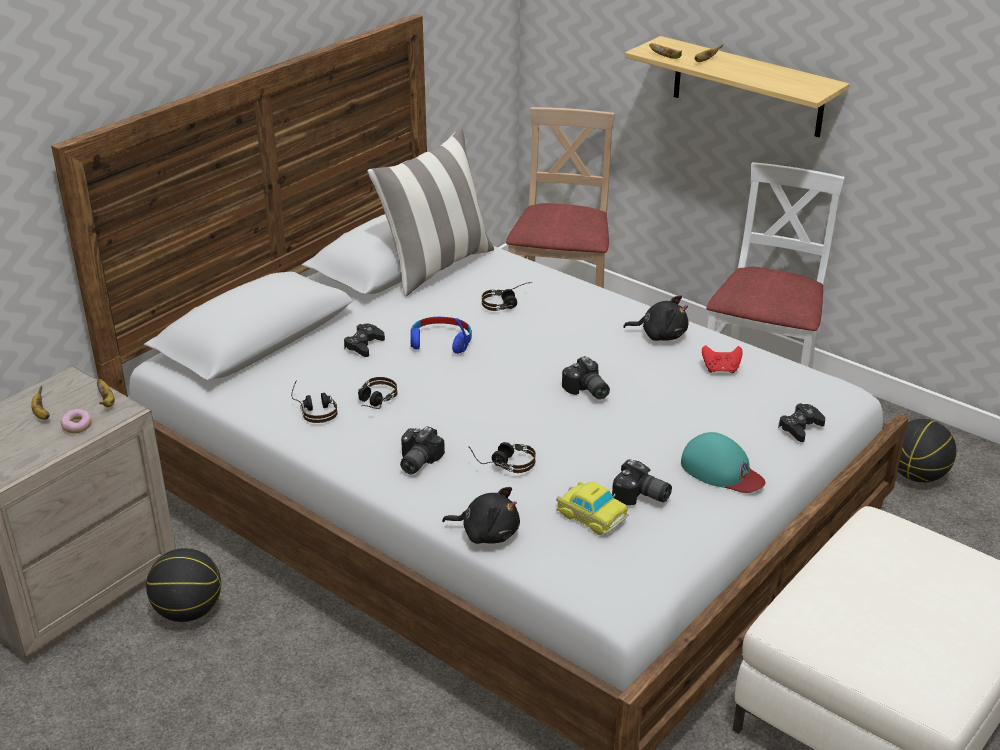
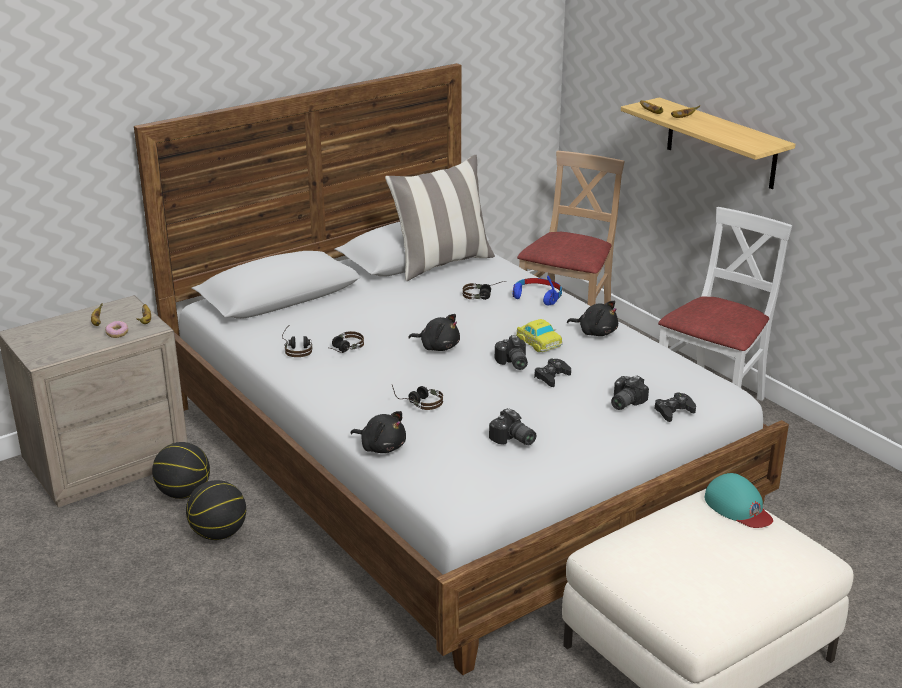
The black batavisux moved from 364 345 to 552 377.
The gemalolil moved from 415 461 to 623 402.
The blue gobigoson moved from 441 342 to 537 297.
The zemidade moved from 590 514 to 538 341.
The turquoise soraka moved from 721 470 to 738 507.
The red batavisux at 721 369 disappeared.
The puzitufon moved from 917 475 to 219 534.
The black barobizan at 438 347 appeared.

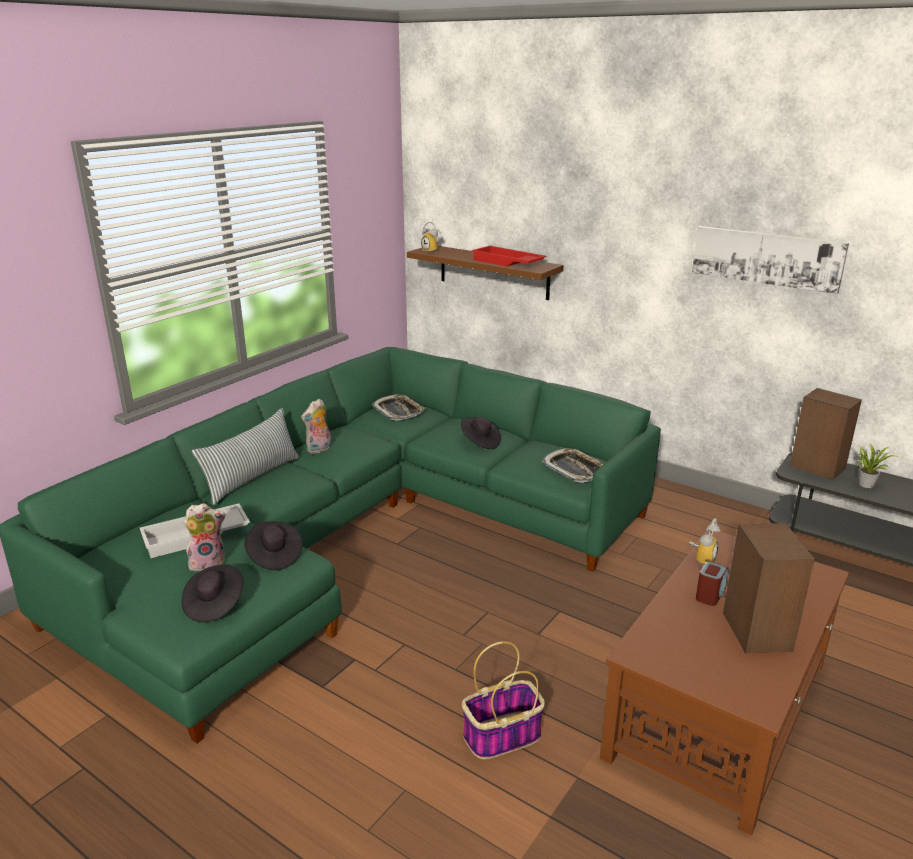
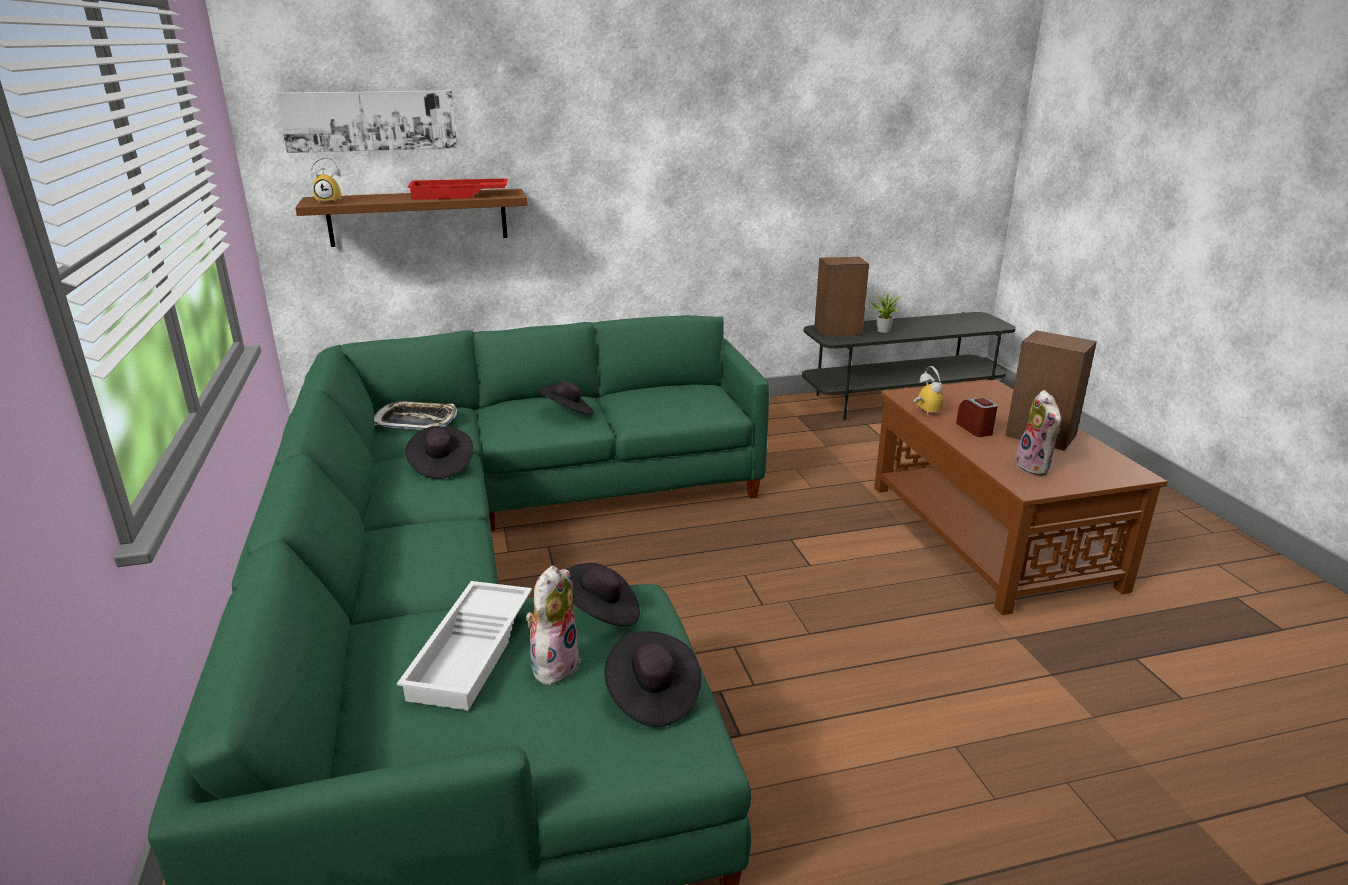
The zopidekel at 252 478 disappeared.
The barobizan moved from 319 449 to 1035 467.
The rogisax at 501 737 disappeared.
The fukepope at 575 469 disappeared.
The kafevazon moved from 766 258 to 370 121.
The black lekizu at 440 465 appeared.

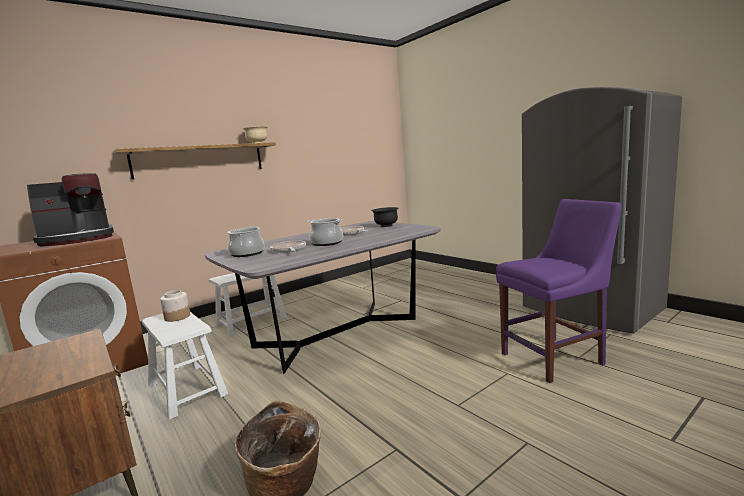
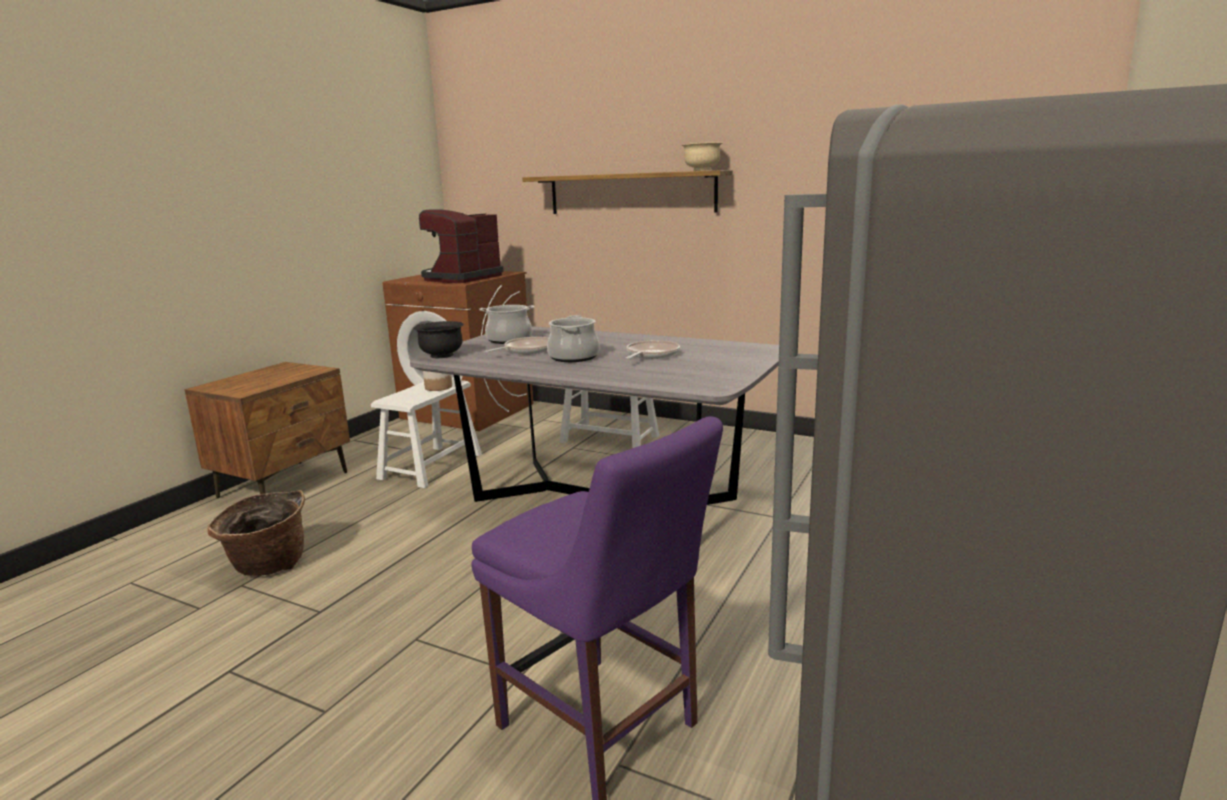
The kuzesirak at 78 239 turned 90 degrees clockwise.
The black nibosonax moved from 386 226 to 441 355.

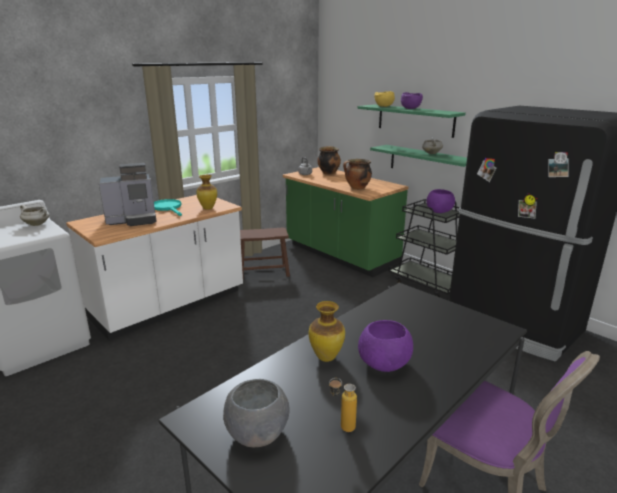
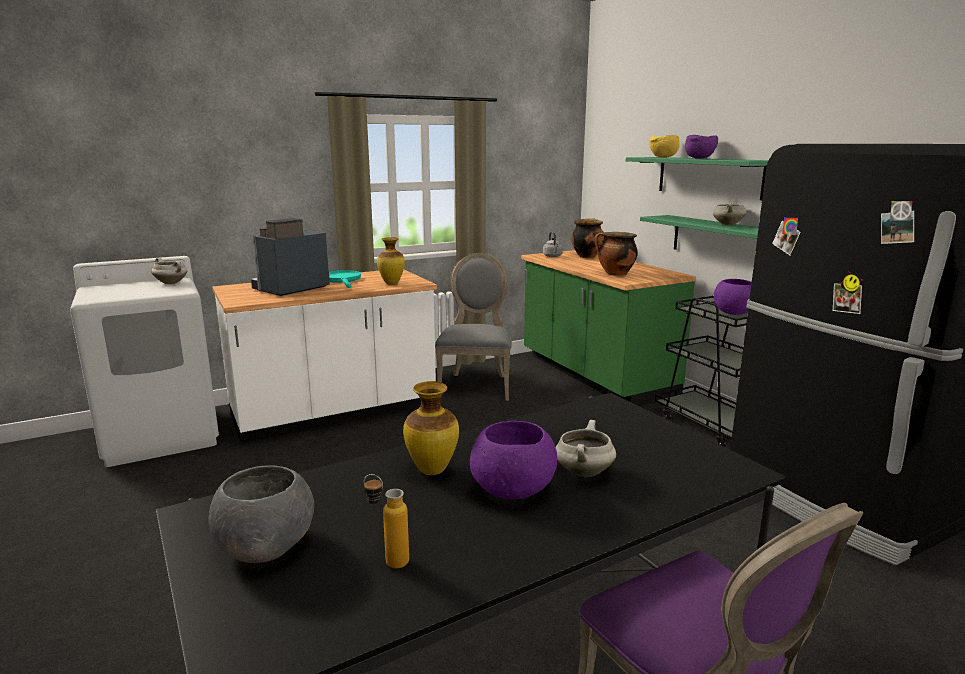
The kuzesirak at 133 220 turned 135 degrees clockwise.
The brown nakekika at 263 271 was replaced by the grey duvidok at 476 385.
The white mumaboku at 583 472 appeared.

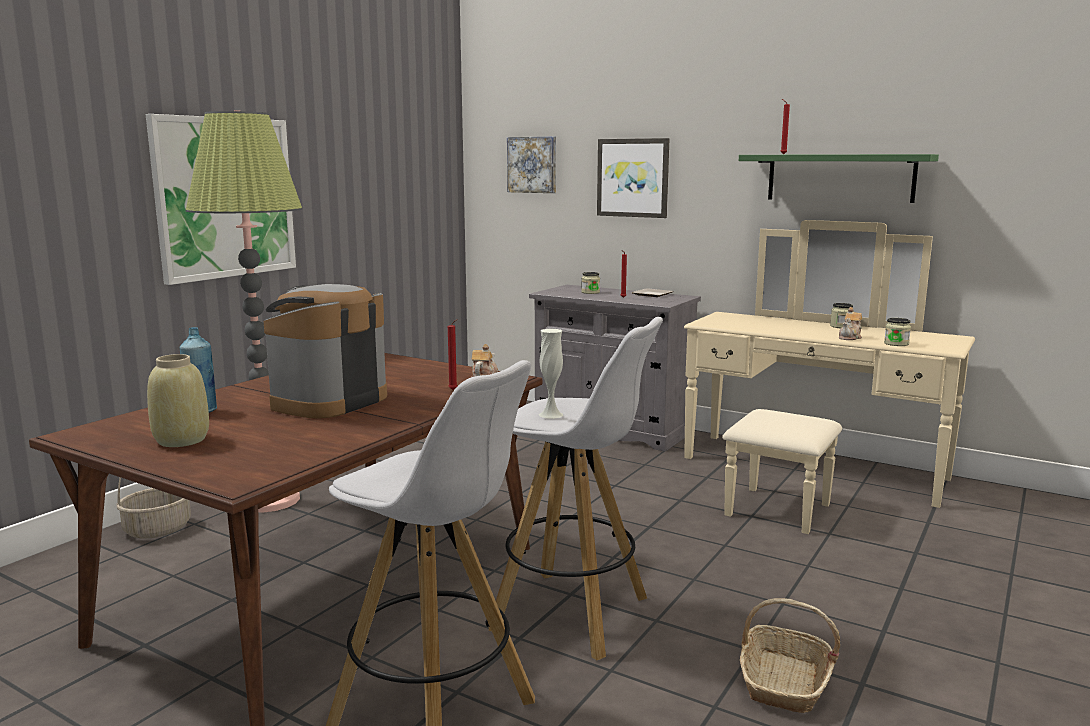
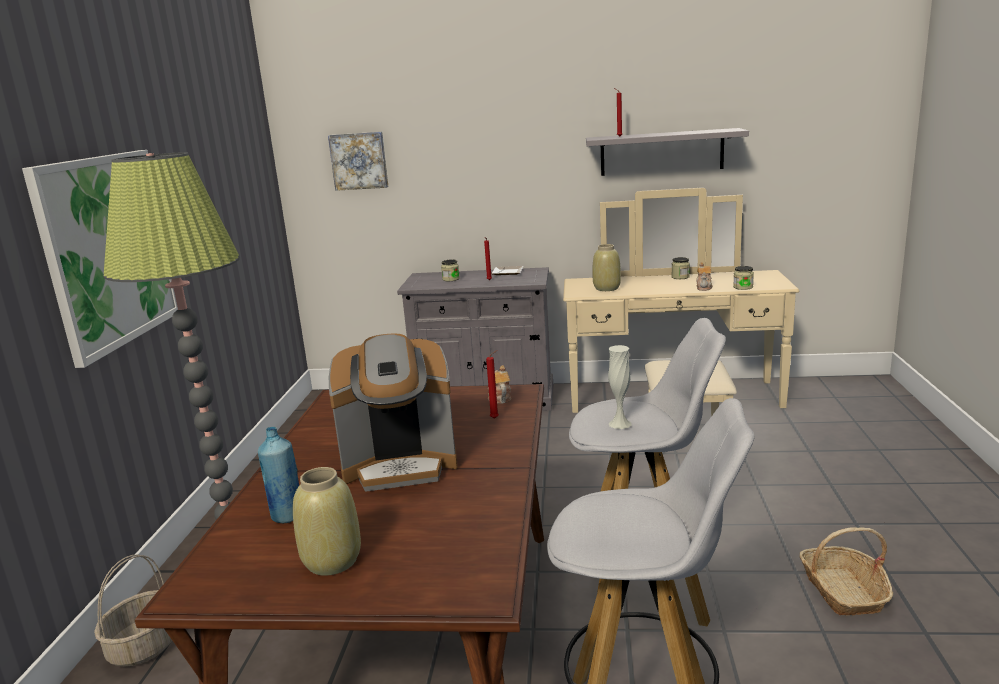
The kuzesirak at 328 401 turned 105 degrees counterclockwise.
The kafevazon at 633 178 disappeared.
The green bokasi at 840 178 became the grey bokasi at 661 152.
The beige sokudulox at 607 288 appeared.

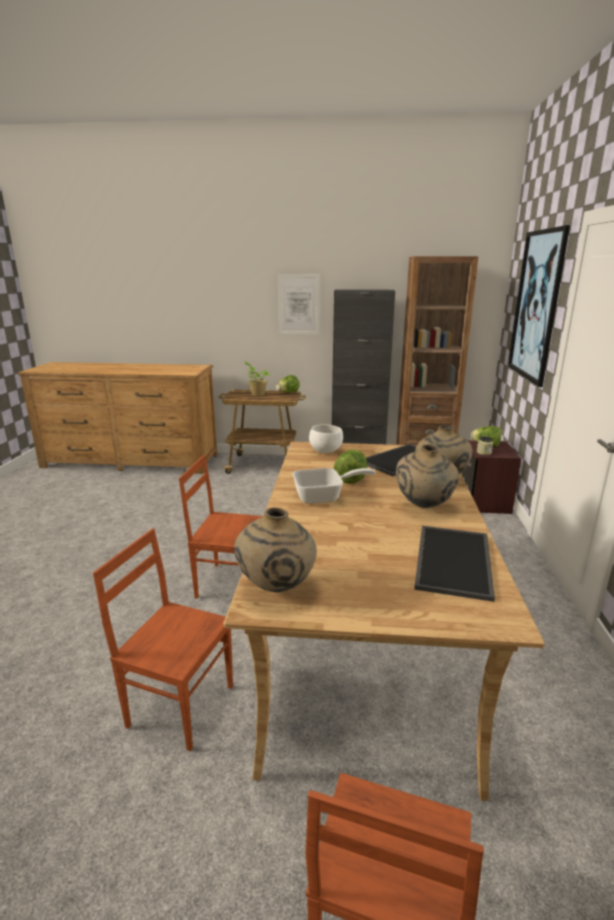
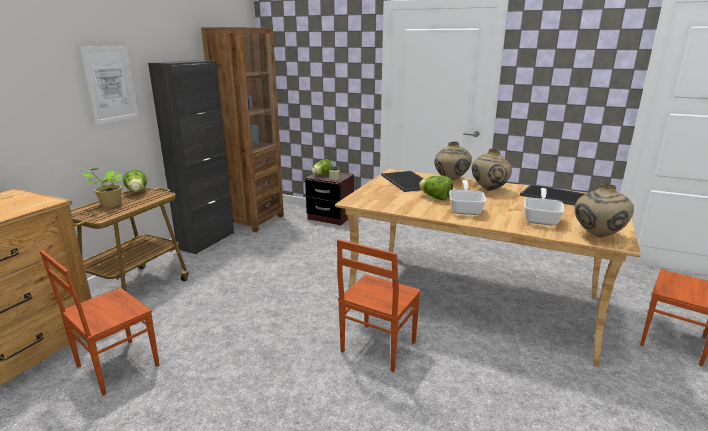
The brown duvidok moved from 180 704 to 116 366.
The white nibosonax at 326 451 disappeared.
The kafevazon at 536 306 disappeared.
The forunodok at 541 218 appeared.

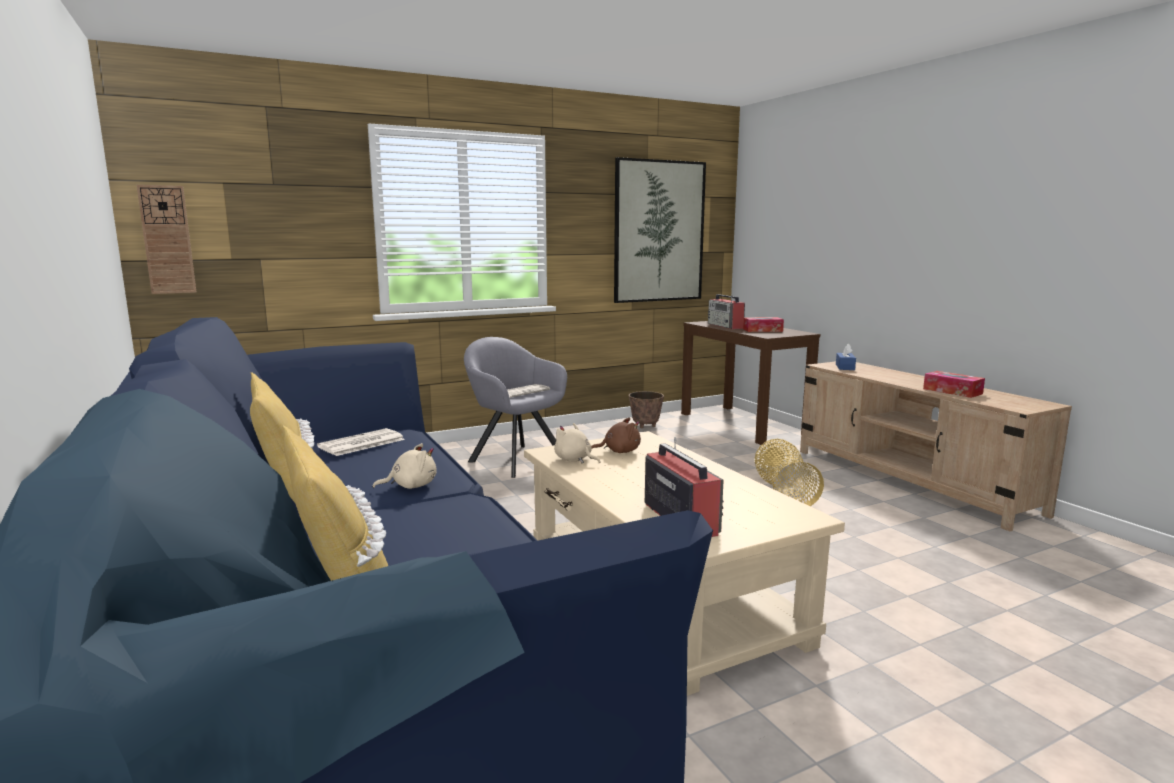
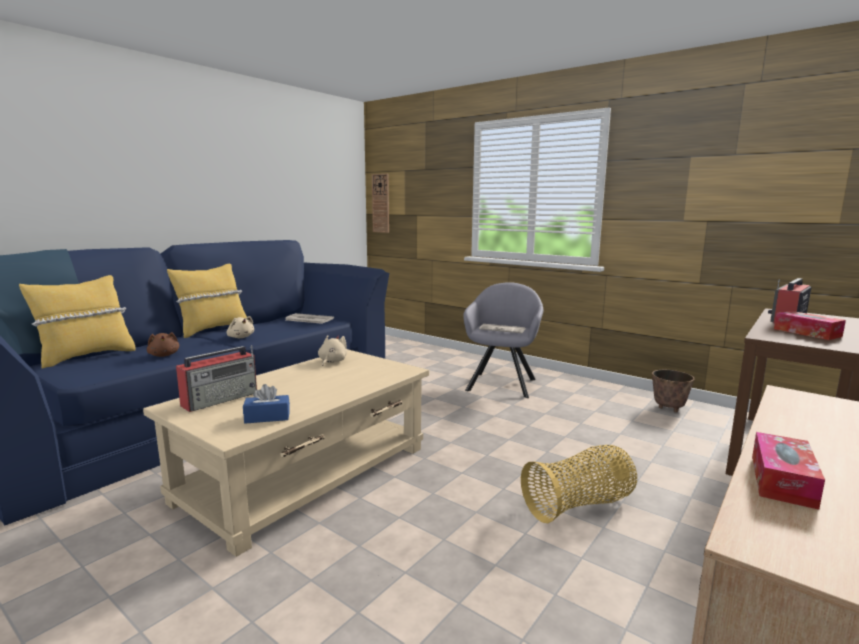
The brown barobizan moved from 619 451 to 164 355.
The kafevazon at 659 231 disappeared.
The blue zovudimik moved from 845 367 to 267 417.

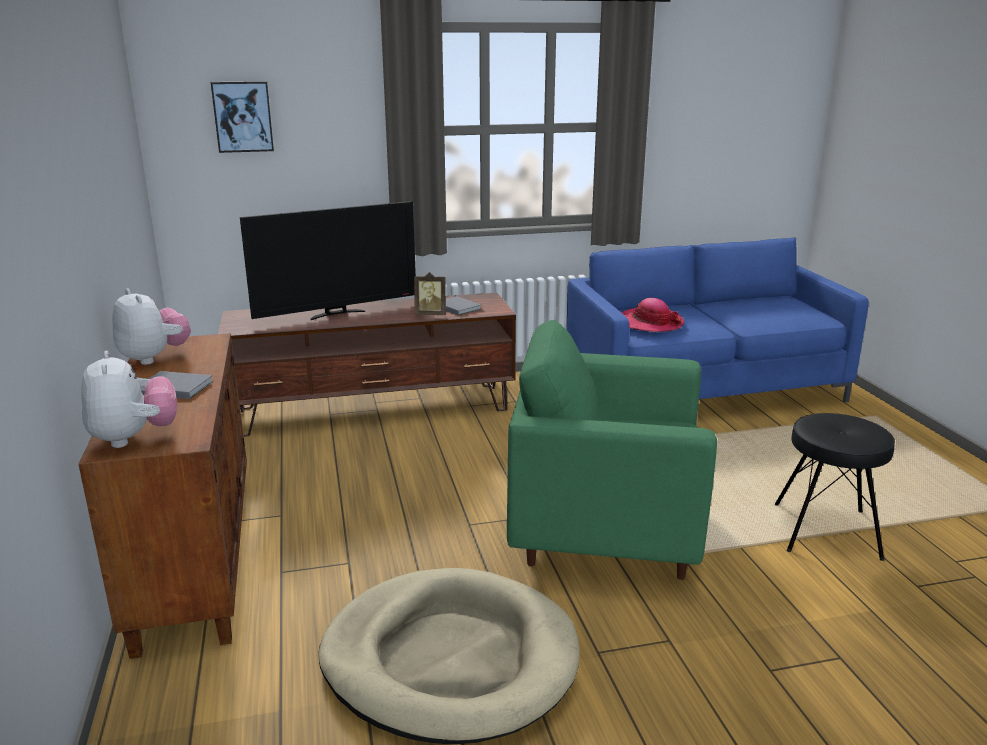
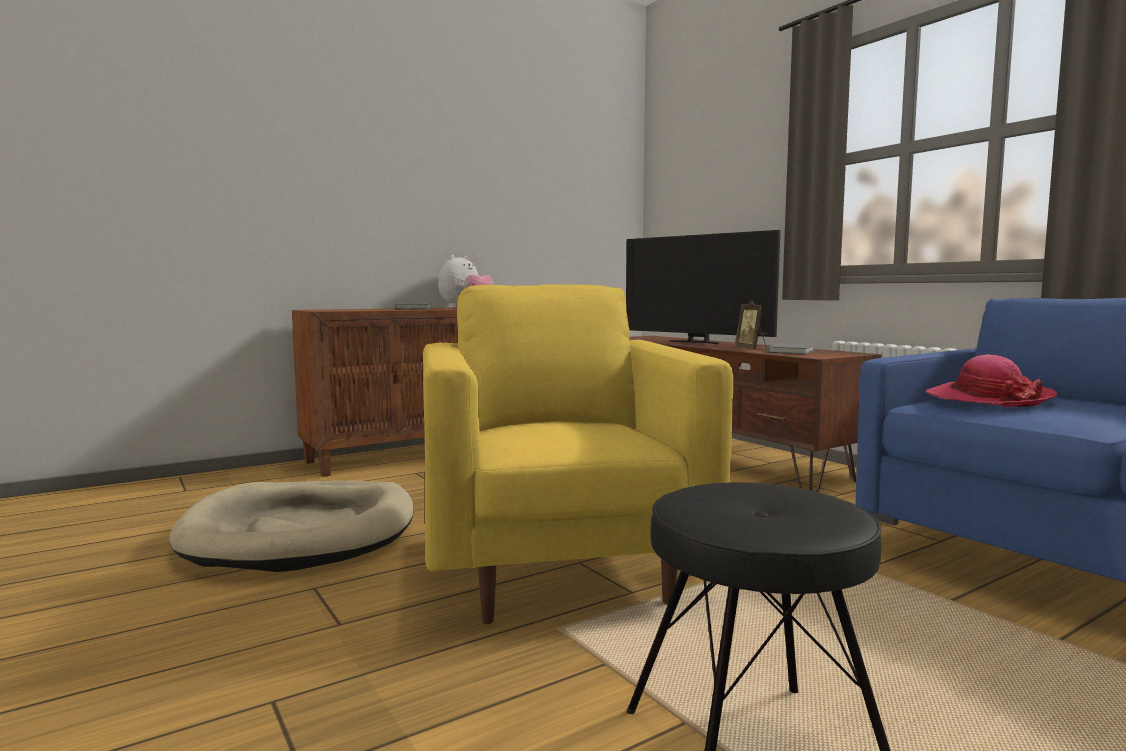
The barobizan at 134 438 disappeared.
The kafevazon at 243 117 disappeared.
The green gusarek at 604 535 became the yellow gusarek at 560 568.

